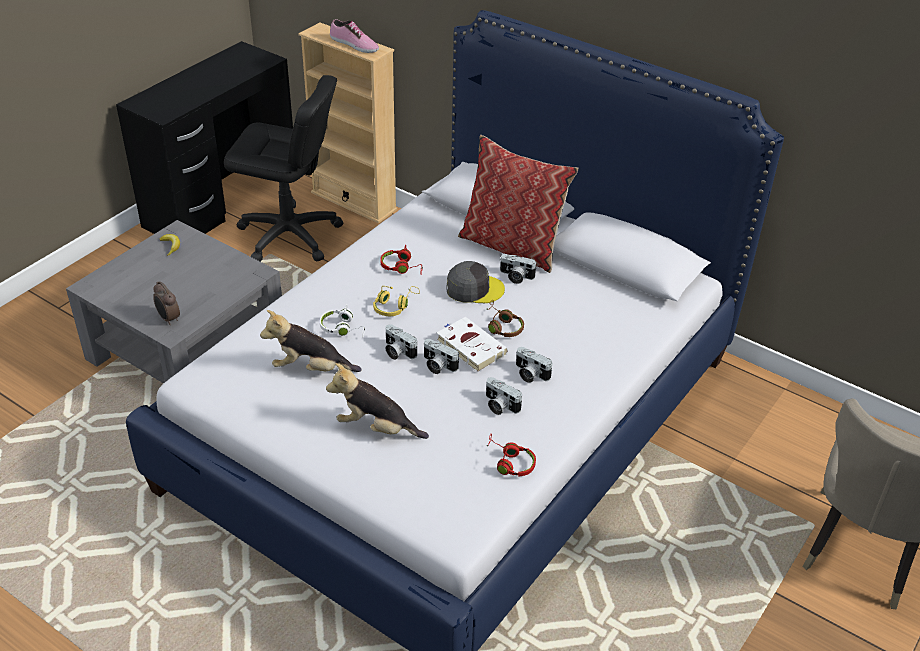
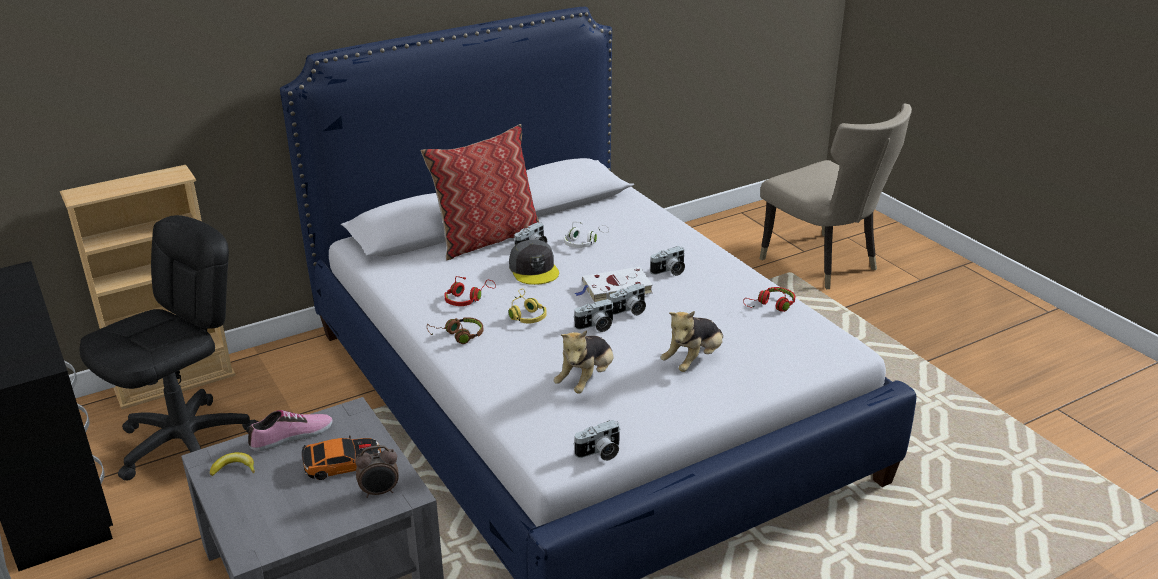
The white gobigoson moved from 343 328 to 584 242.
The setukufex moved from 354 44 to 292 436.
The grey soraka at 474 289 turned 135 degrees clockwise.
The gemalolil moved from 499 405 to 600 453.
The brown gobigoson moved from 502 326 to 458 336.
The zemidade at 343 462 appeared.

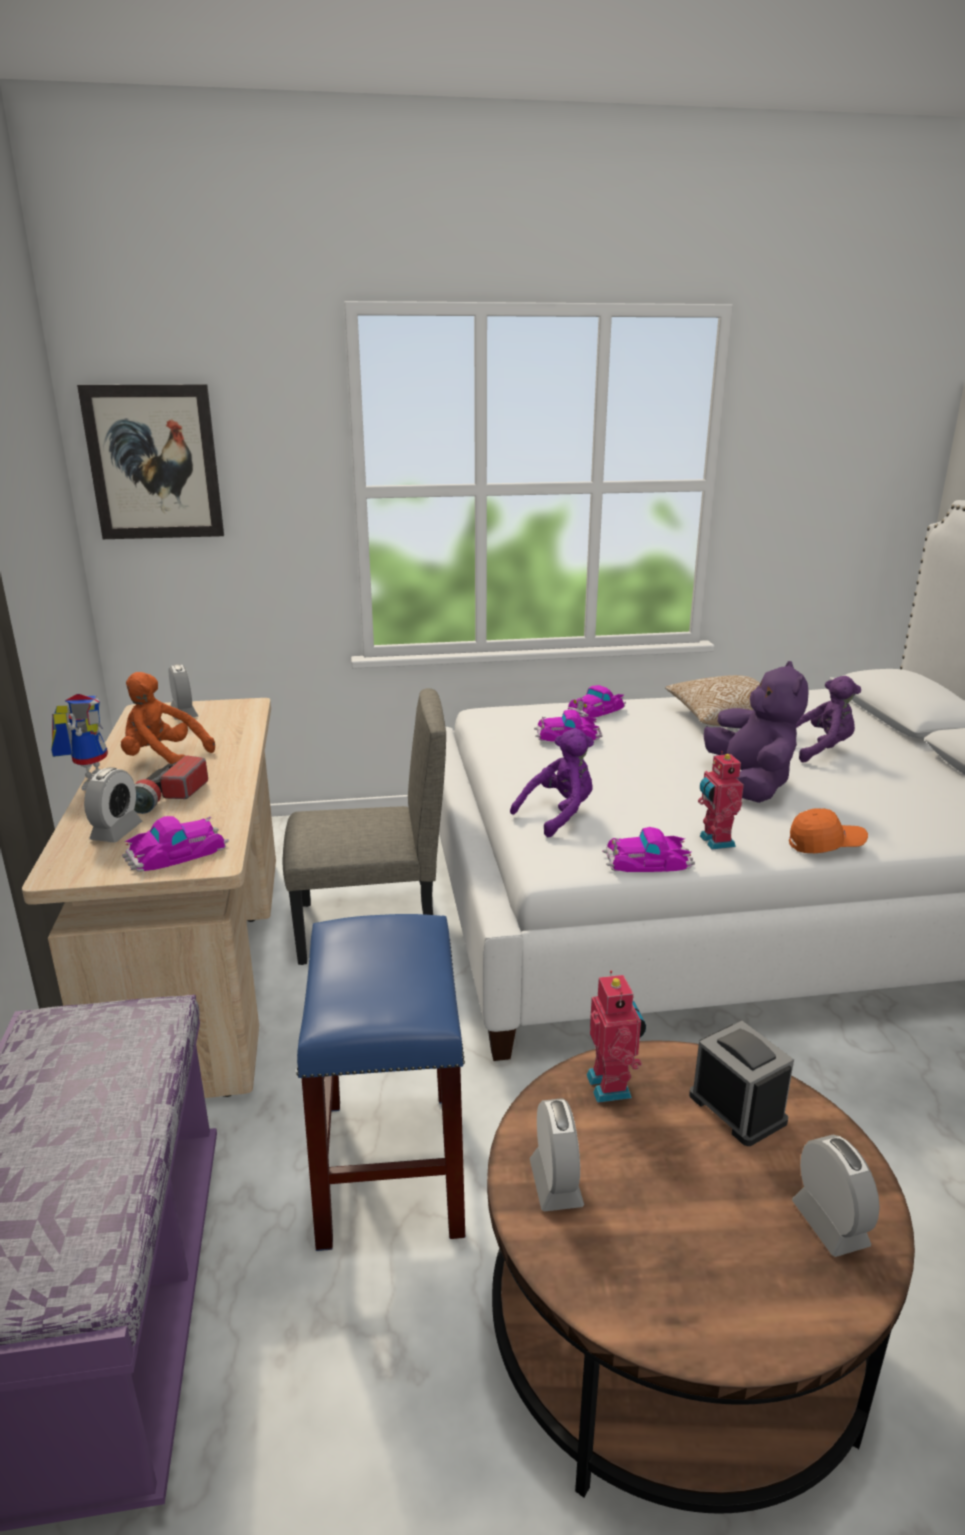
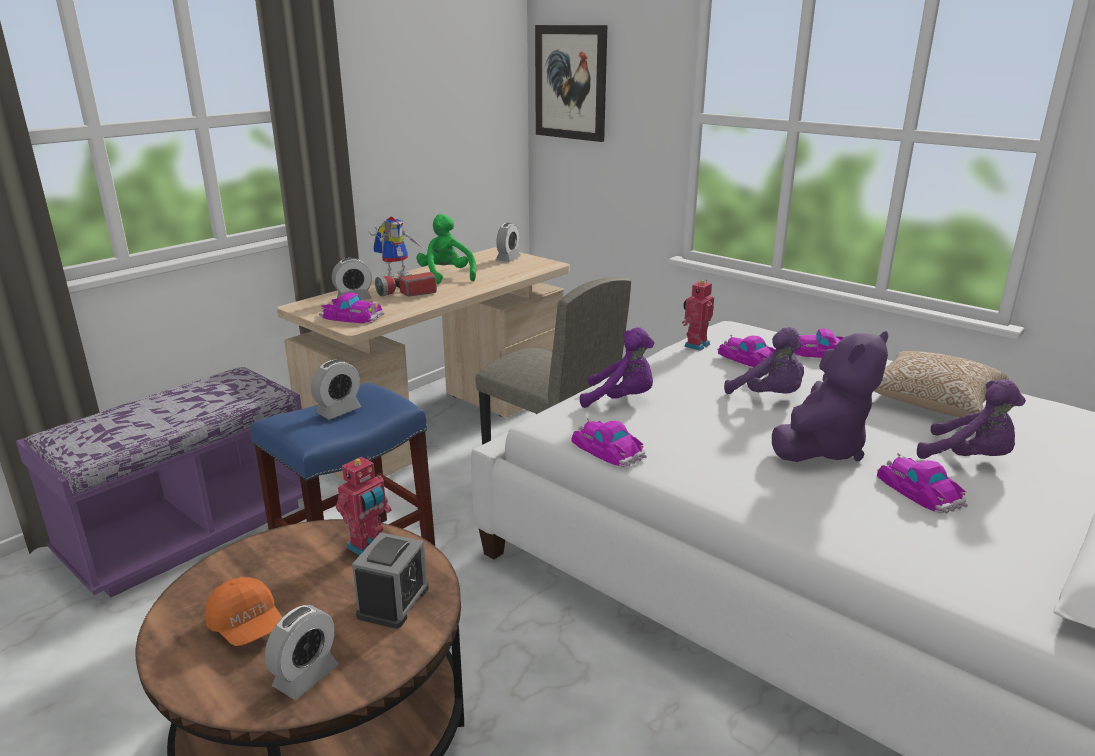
The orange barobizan at 163 759 became the green barobizan at 446 276.
The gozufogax moved from 556 1183 to 338 411.
The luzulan moved from 714 841 to 695 345.
The orange soraka moved from 825 845 to 247 626.
The purple barobizan at 769 397 appeared.
The zemidade at 919 490 appeared.

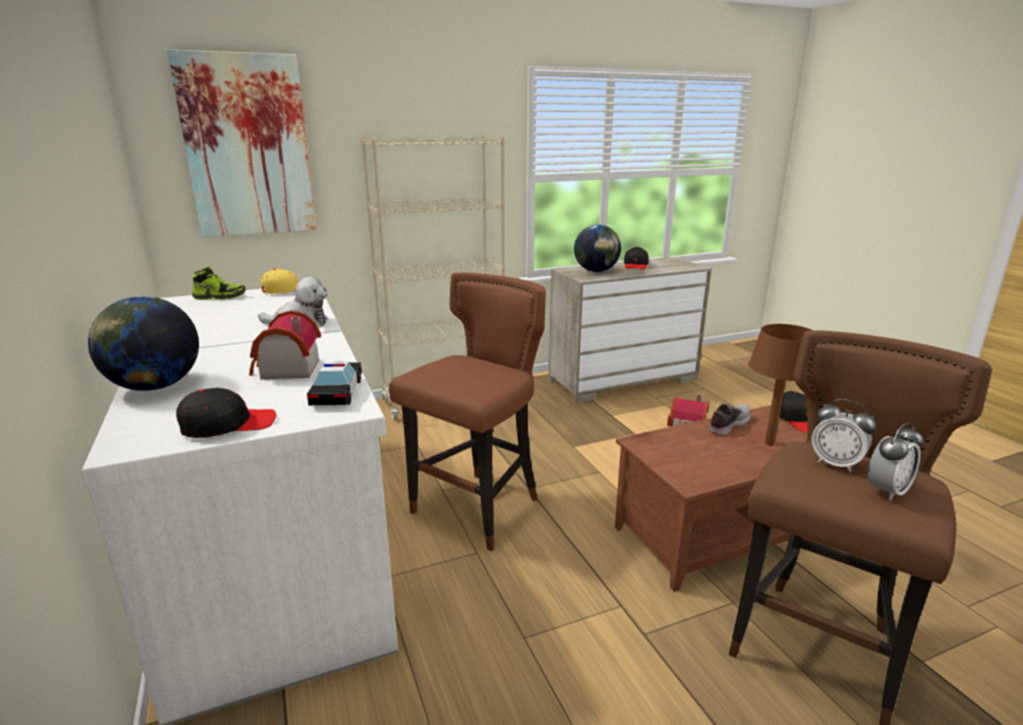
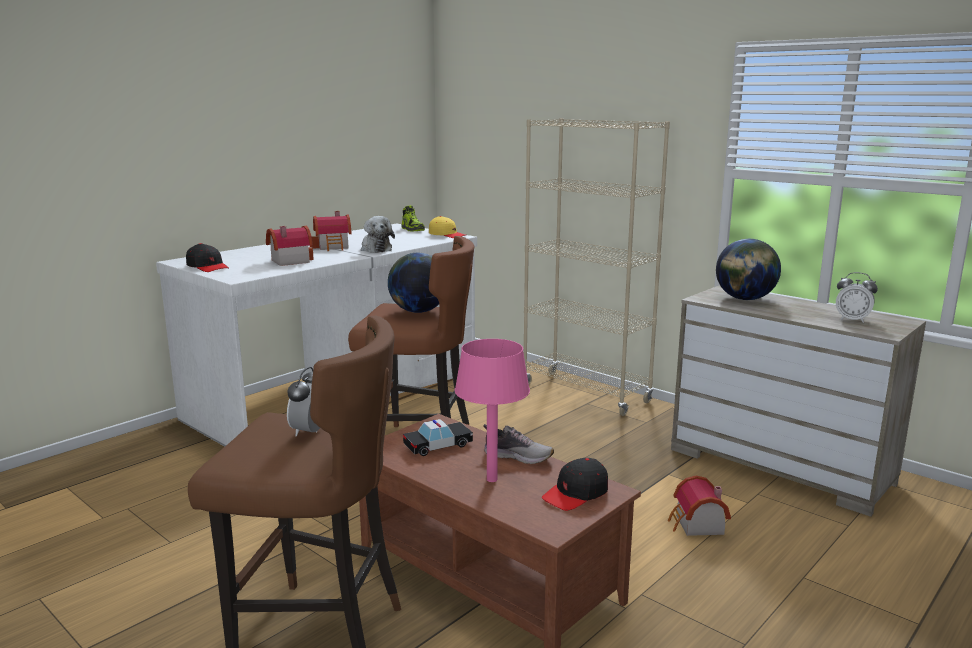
The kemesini moved from 155 386 to 418 311.
The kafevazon at 248 147 disappeared.
The zemidade moved from 337 392 to 438 445.
The black soraka at 636 265 disappeared.
The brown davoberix at 769 443 became the pink davoberix at 492 479.
The gozufogax moved from 887 491 to 852 320.
The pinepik at 334 247 appeared.

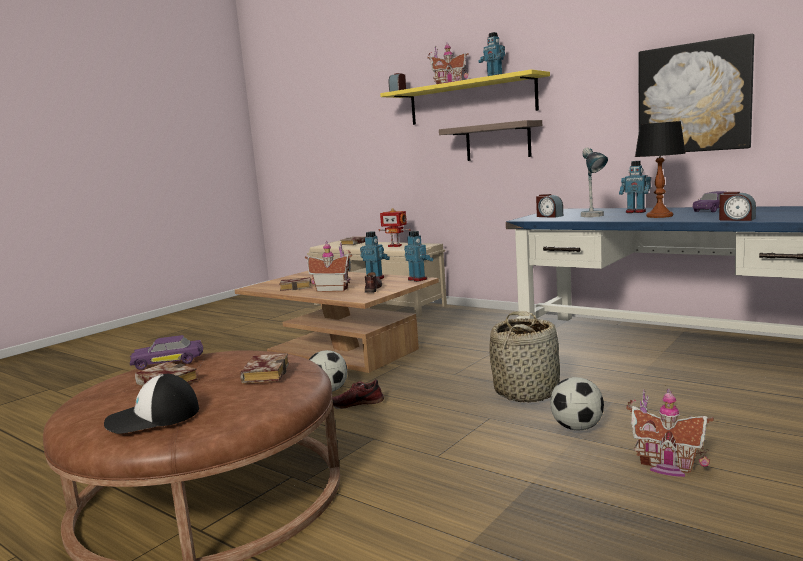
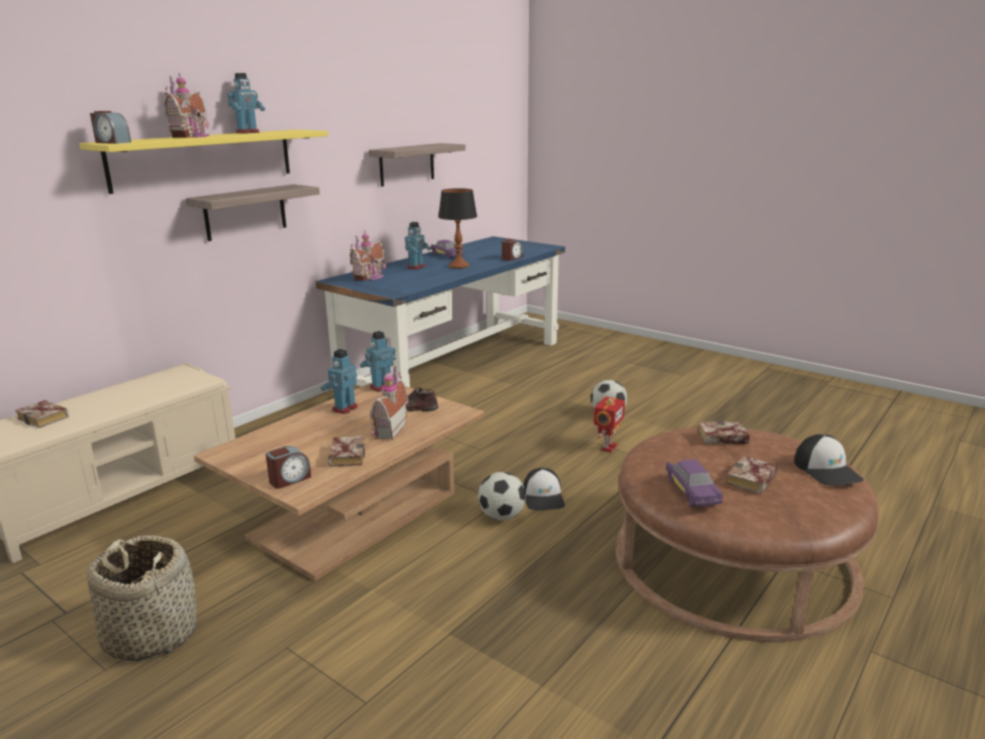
The setukufex at 357 403 was replaced by the soraka at 544 497.
The luzulan moved from 395 246 to 607 447.
The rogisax moved from 527 392 to 151 634.
The gozufogax moved from 549 216 to 289 479.
The davoberix at 594 216 disappeared.
The pinepik moved from 667 466 to 370 277.
The kafevazon at 694 98 was replaced by the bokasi at 407 164.

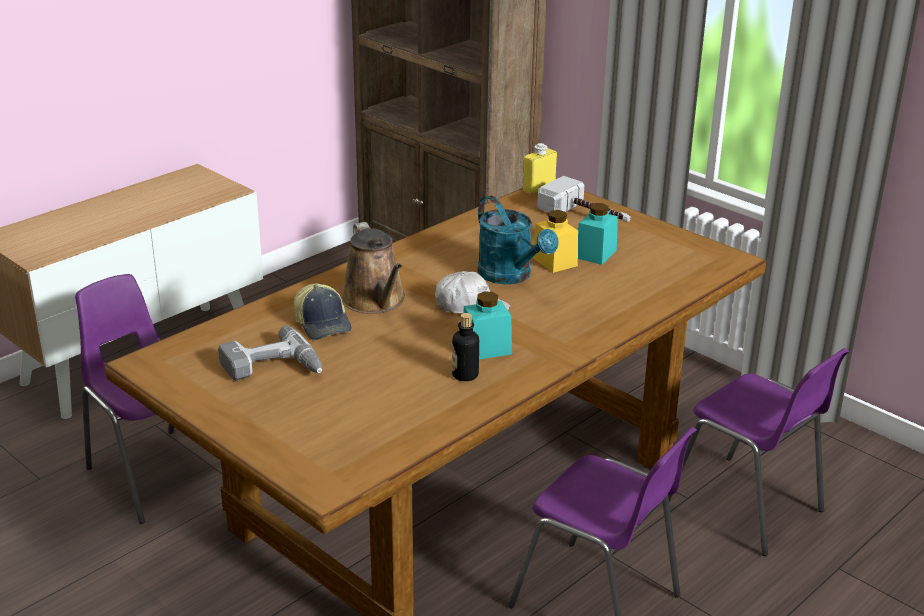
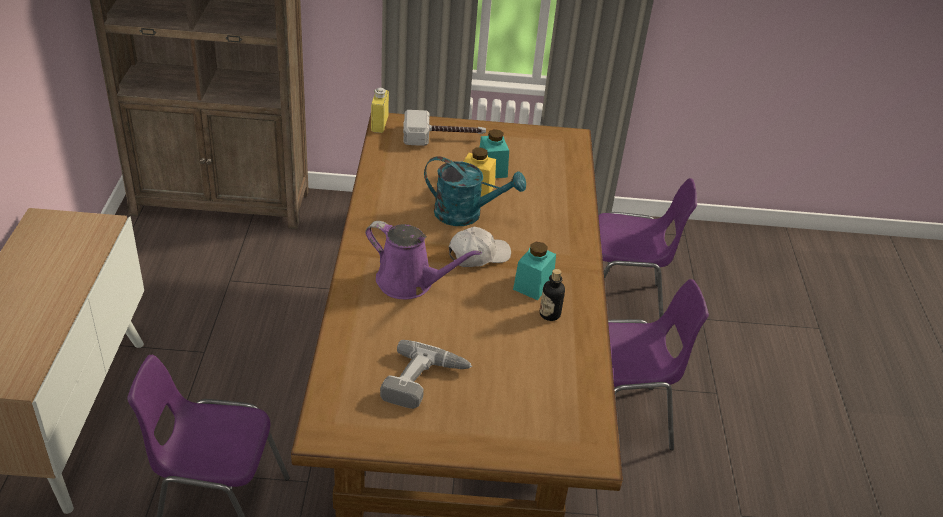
The soraka at 323 324 disappeared.
The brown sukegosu at 376 301 became the purple sukegosu at 410 283.

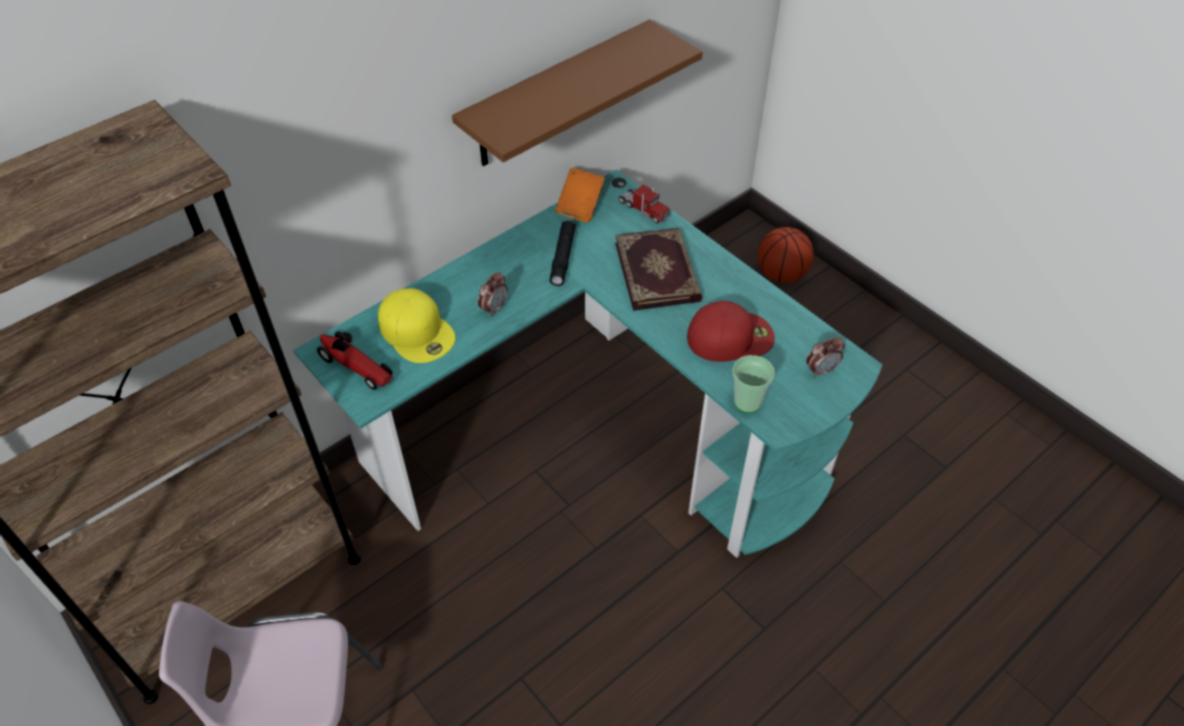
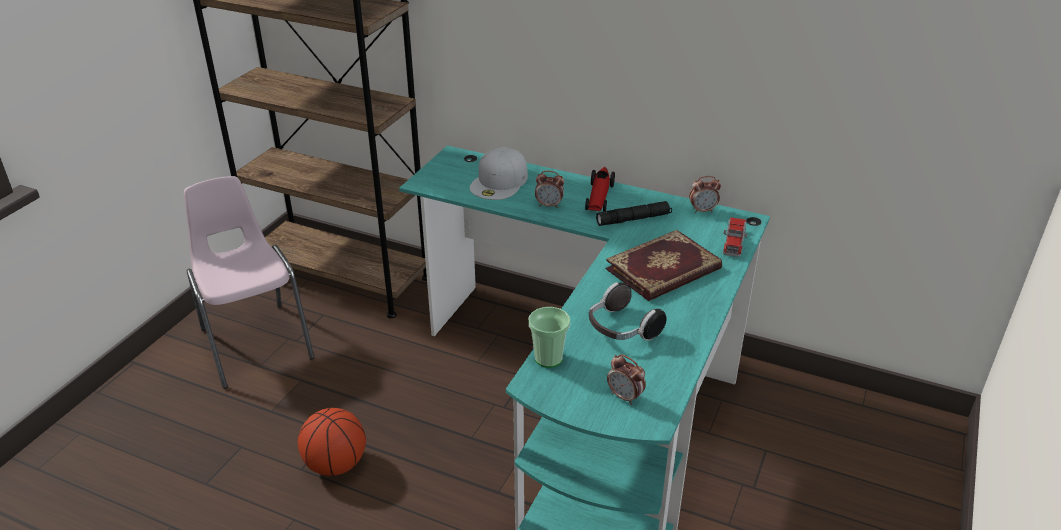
The zemidade moved from 356 366 to 599 197.
The yellow soraka at 417 331 became the white soraka at 499 182.
The brown bokasi at 556 95 disappeared.
The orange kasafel at 580 206 was replaced by the gozufogax at 702 210.
The red soraka at 731 336 was replaced by the gobigoson at 621 329.
The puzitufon moved from 781 275 to 335 464.

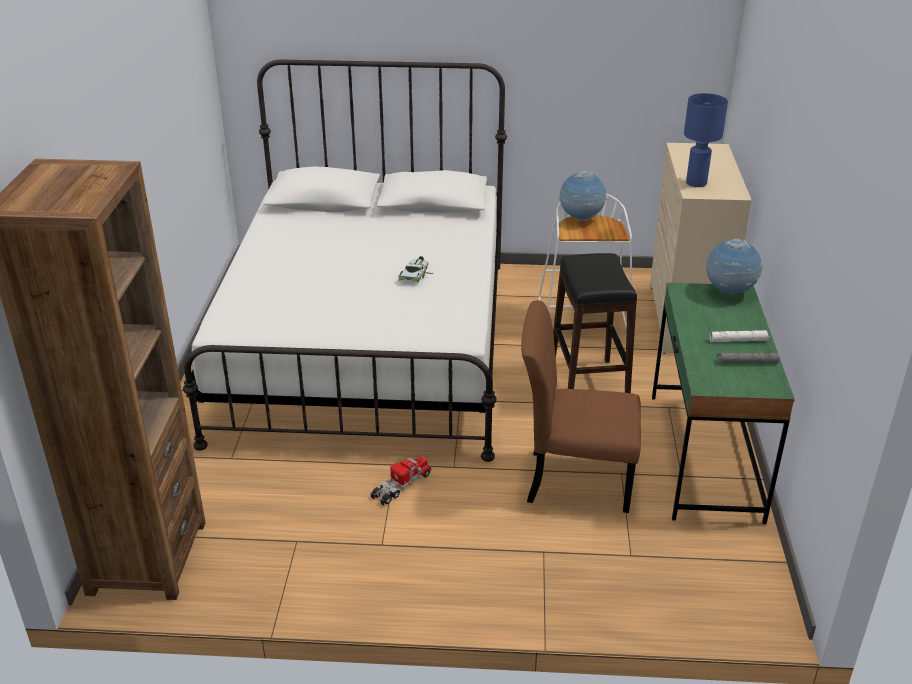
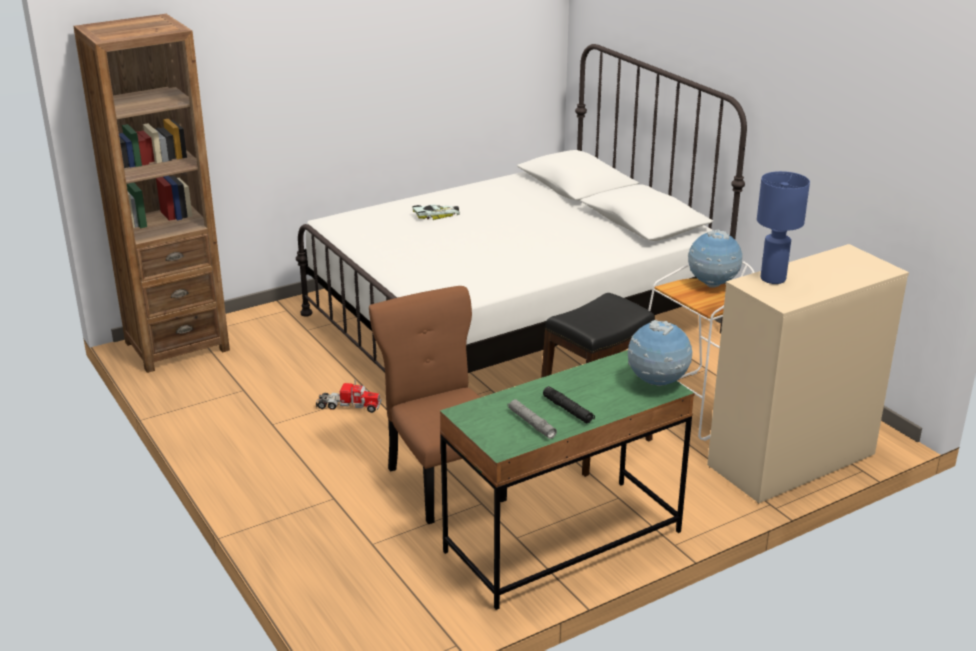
The zemidade moved from 416 273 to 437 215.
The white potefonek at 738 340 became the black potefonek at 568 410.

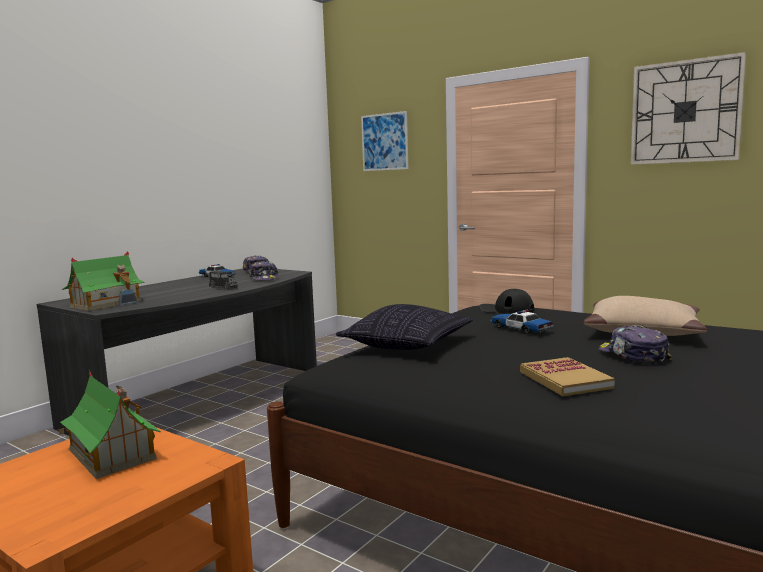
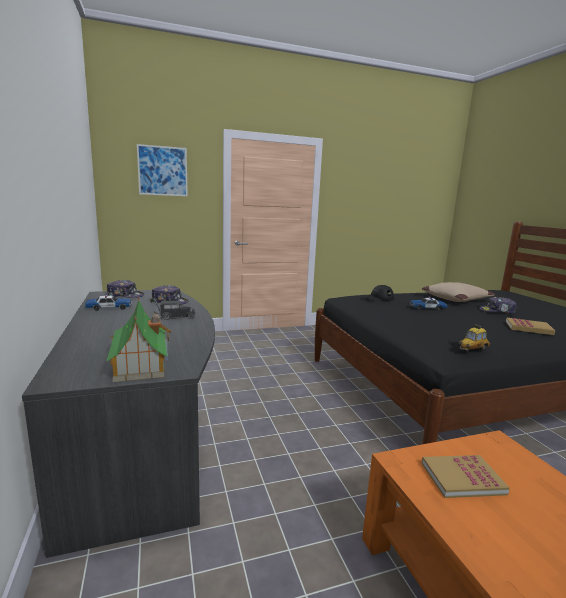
The pinepik at 111 454 was replaced by the kasafel at 462 478.
The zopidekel at 407 345 disappeared.
The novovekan at 685 112 disappeared.
The zemidade at 472 349 appeared.

